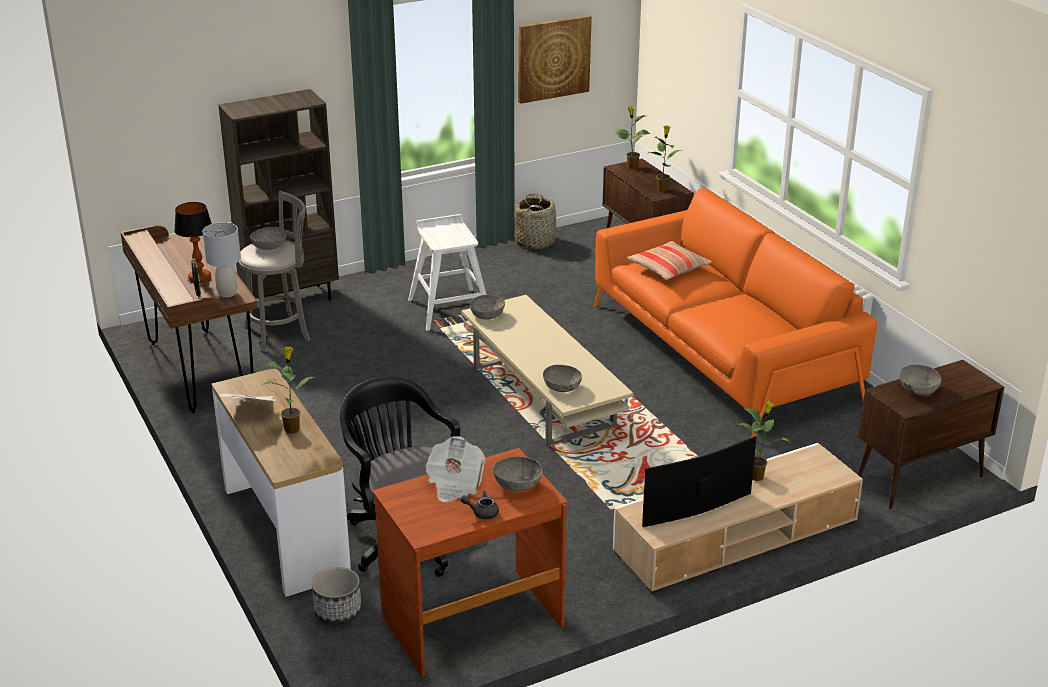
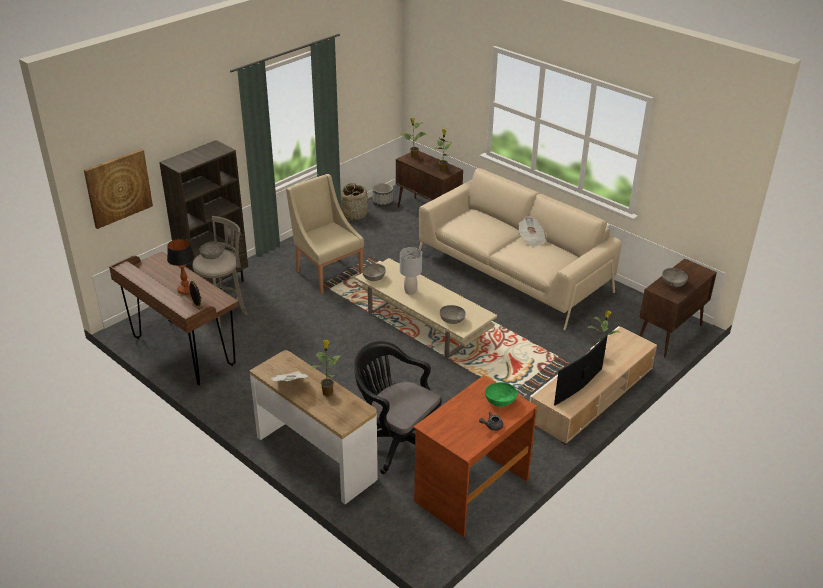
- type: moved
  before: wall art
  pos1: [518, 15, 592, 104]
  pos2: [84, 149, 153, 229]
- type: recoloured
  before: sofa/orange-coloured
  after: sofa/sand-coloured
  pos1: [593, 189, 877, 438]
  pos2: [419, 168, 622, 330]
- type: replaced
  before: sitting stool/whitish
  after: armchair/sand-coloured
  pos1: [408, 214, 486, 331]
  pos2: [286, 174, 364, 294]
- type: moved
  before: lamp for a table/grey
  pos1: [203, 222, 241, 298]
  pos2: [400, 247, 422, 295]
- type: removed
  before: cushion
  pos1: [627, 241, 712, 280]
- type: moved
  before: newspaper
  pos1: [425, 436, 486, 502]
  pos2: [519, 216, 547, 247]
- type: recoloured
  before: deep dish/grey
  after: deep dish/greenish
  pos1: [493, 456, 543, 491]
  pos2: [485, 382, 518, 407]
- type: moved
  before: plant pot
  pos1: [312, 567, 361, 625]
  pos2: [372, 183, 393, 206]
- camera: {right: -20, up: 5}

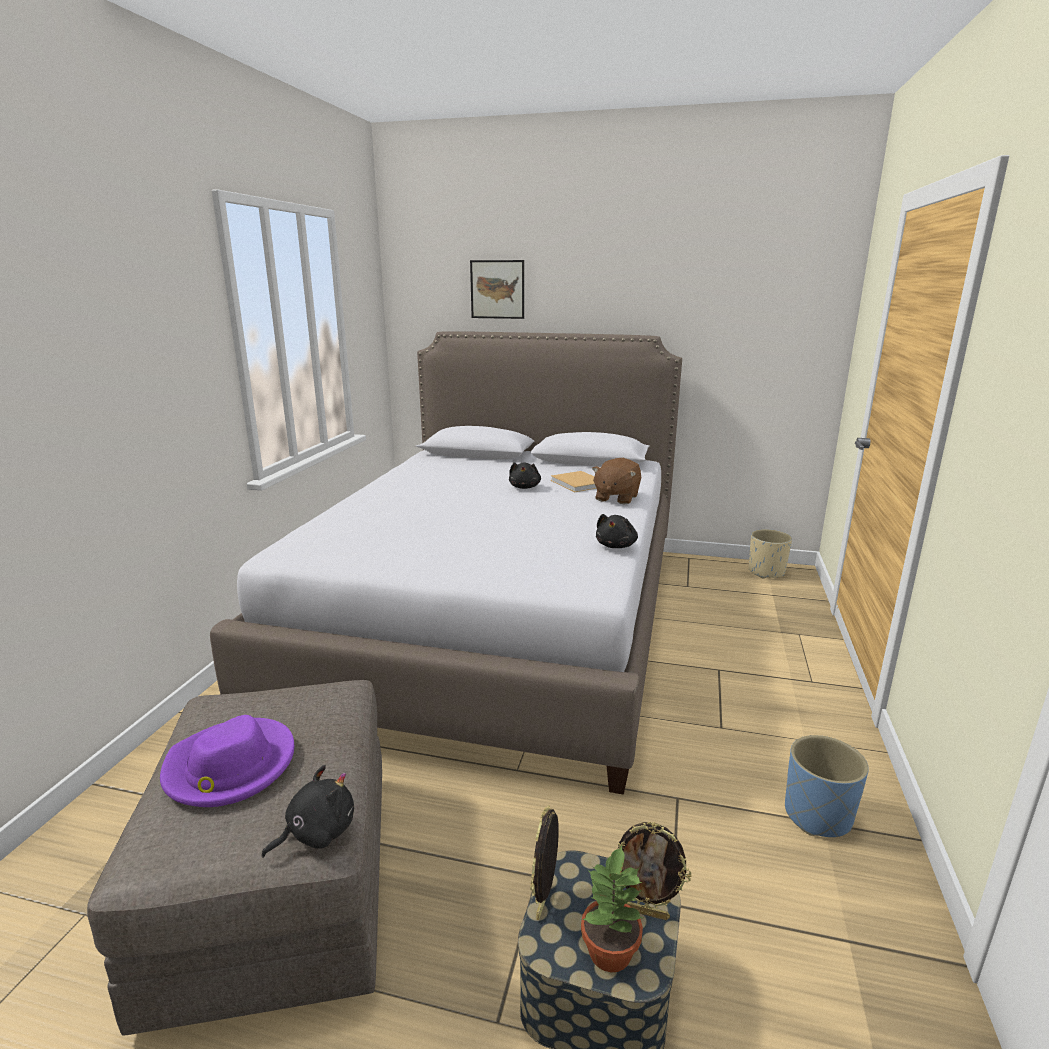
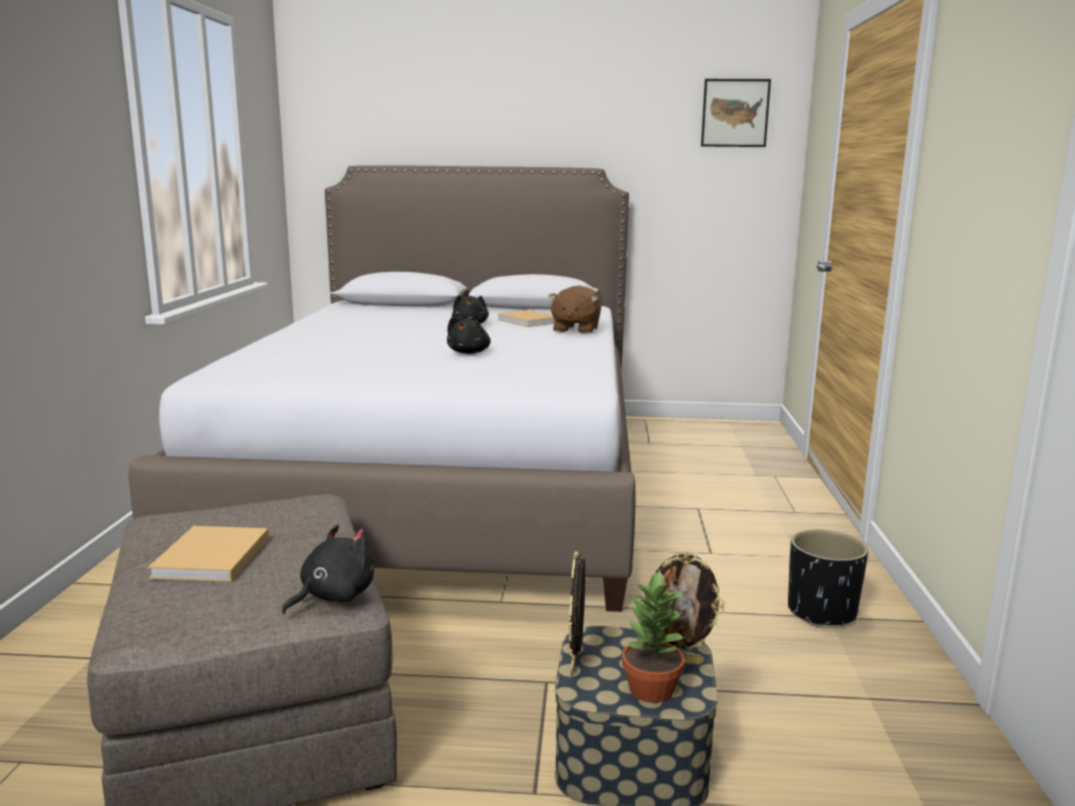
- type: moved
  before: wall art
  pos1: [470, 260, 524, 319]
  pos2: [701, 79, 771, 147]
- type: moved
  before: soft toy/black
  pos1: [596, 514, 638, 548]
  pos2: [447, 317, 491, 354]
- type: removed
  before: plant pot/sand-coloured
  pos1: [749, 529, 792, 579]
- type: replaced
  before: clothing hat/purple-coloured
  after: book/sand-coloured
  pos1: [160, 715, 294, 807]
  pos2: [148, 526, 269, 582]
- type: recoloured
  before: plant pot/blue
  after: plant pot/black
  pos1: [785, 735, 869, 837]
  pos2: [788, 529, 868, 627]
- camera: {right: -10, up: -5}

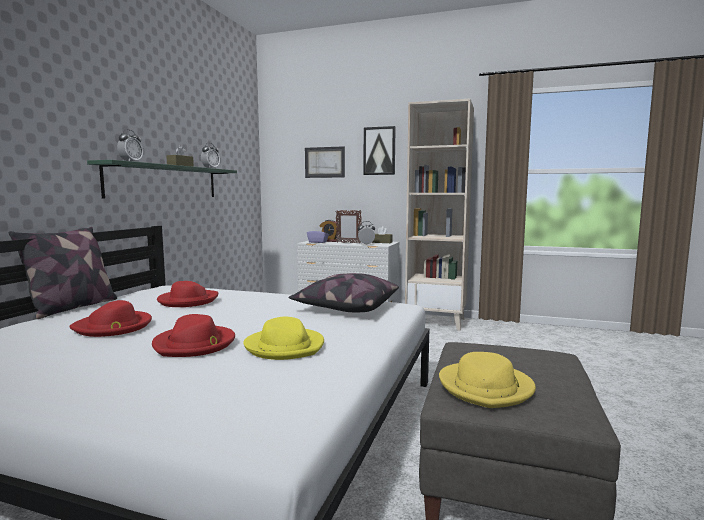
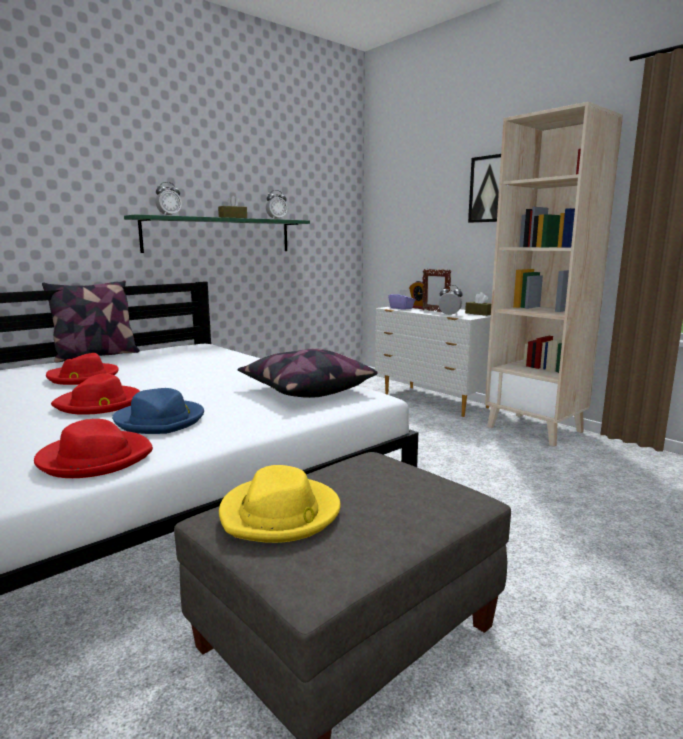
- type: removed
  before: wall art
  pos1: [305, 146, 345, 178]
- type: moved
  before: clothing hat/red
  pos1: [157, 281, 218, 307]
  pos2: [34, 419, 153, 478]
- type: recoloured
  before: clothing hat/yellow-coloured
  after: clothing hat/blue
  pos1: [243, 317, 324, 360]
  pos2: [112, 388, 204, 434]
- camera: {right: 30, up: 5}

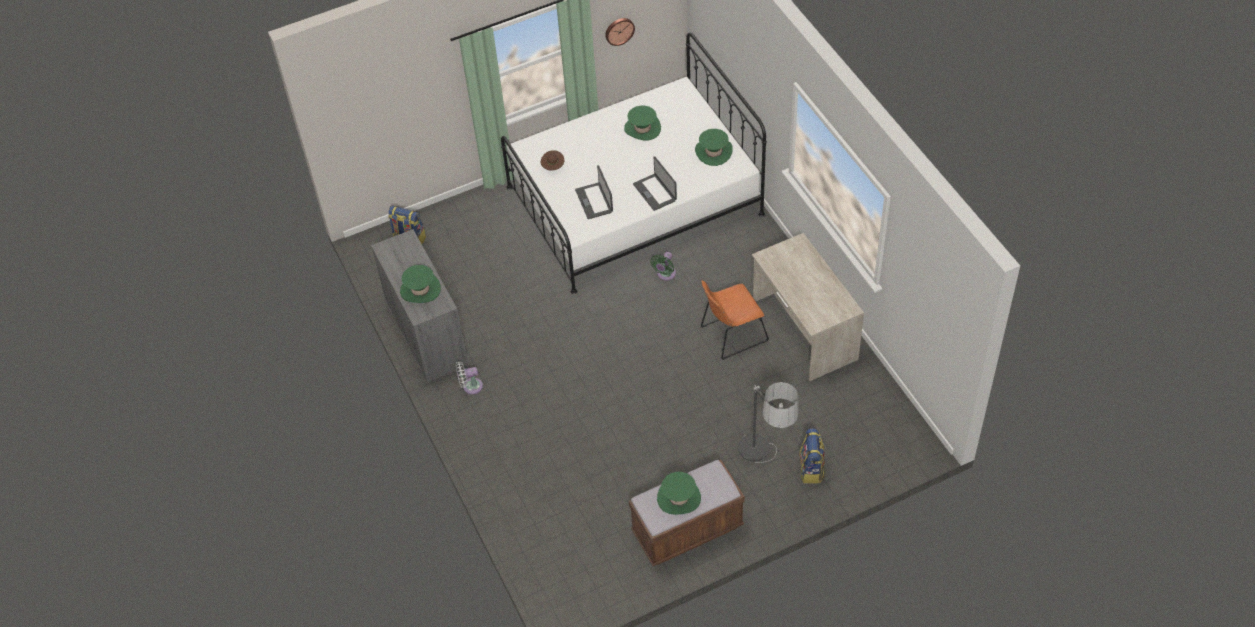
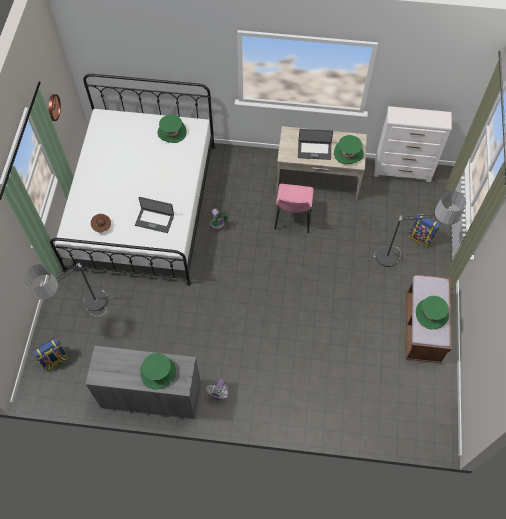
- type: moved
  before: clothing hat/greenish
  pos1: [624, 105, 661, 141]
  pos2: [334, 135, 364, 164]
- type: moved
  before: portable computer
  pos1: [633, 156, 677, 211]
  pos2: [298, 129, 333, 160]
- type: recoloured
  before: chair/orange-coloured
  after: chair/pinkish
  pos1: [701, 281, 769, 360]
  pos2: [274, 184, 314, 234]
- type: added
  after: drawer chest/whitish
  pos2: [374, 106, 452, 182]
- type: added
  after: floor lamp
  pos2: [24, 263, 107, 316]
- camera: {right: -60, up: 10}

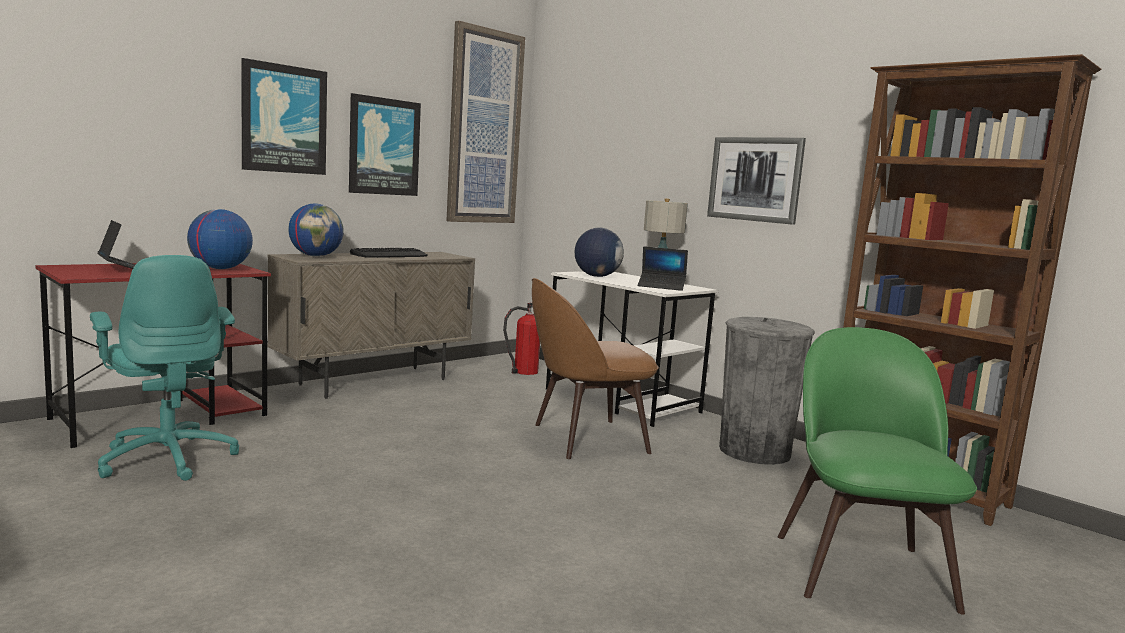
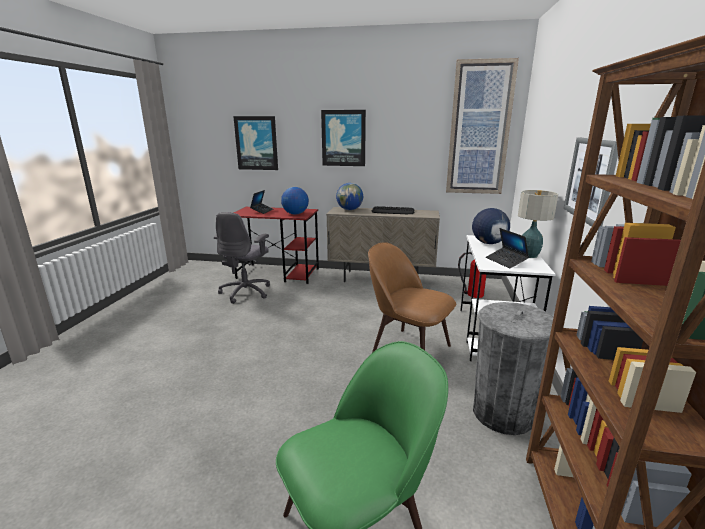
- type: moved
  before: wall art
  pos1: [349, 93, 421, 196]
  pos2: [233, 116, 278, 170]
- type: recoloured
  before: desk chair/blue-green
  after: desk chair/grey
  pos1: [90, 255, 239, 481]
  pos2: [214, 212, 270, 304]
- camera: {right: 55, up: 10}

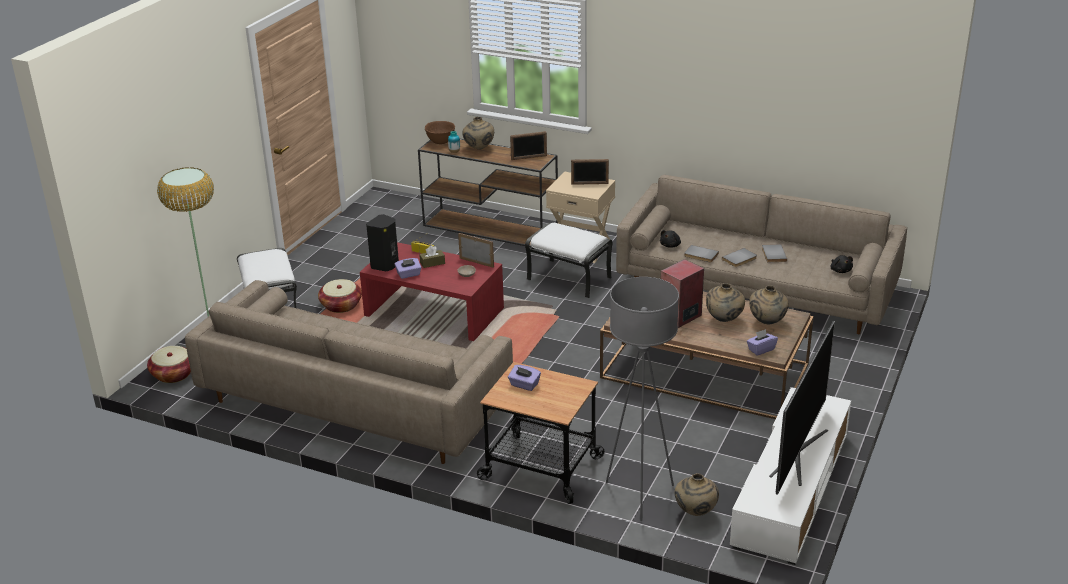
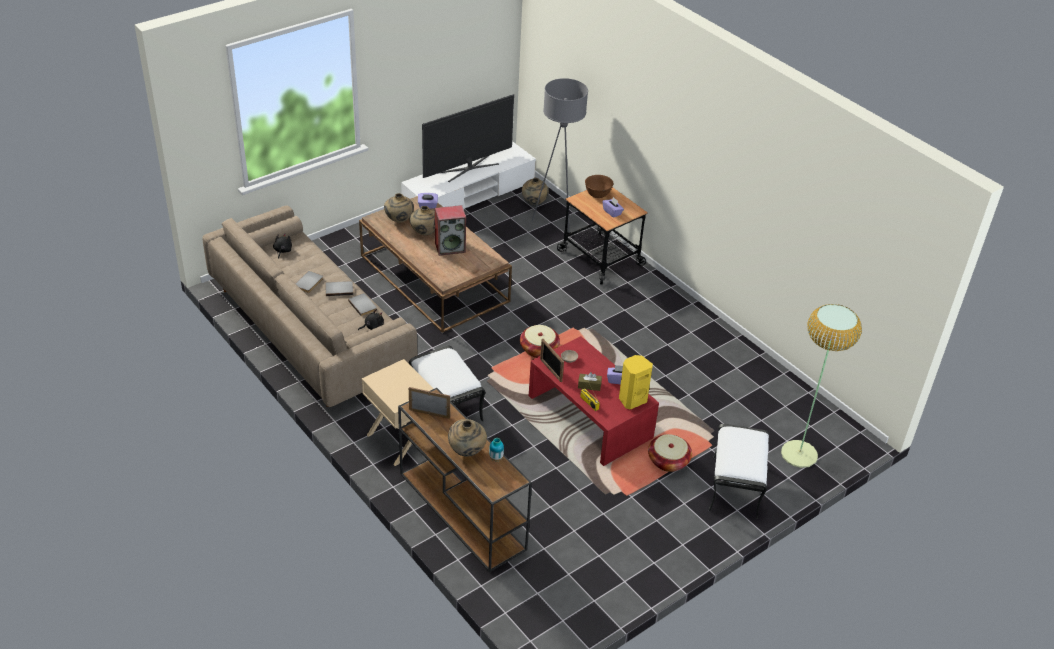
- type: moved
  before: deep dish/brown
  pos1: [425, 121, 455, 144]
  pos2: [585, 175, 614, 198]
- type: removed
  before: standing frame
  pos1: [571, 159, 609, 185]
- type: recoloured
  before: loudspeaker/black
  after: loudspeaker/yellow-coloured
  pos1: [366, 214, 399, 271]
  pos2: [619, 355, 653, 410]
- type: removed
  before: sofa/sand-coloured
  pos1: [185, 280, 513, 464]
- type: moved
  before: basket
  pos1: [147, 346, 191, 383]
  pos2: [520, 325, 560, 358]
- camera: {right: -155, up: 10}

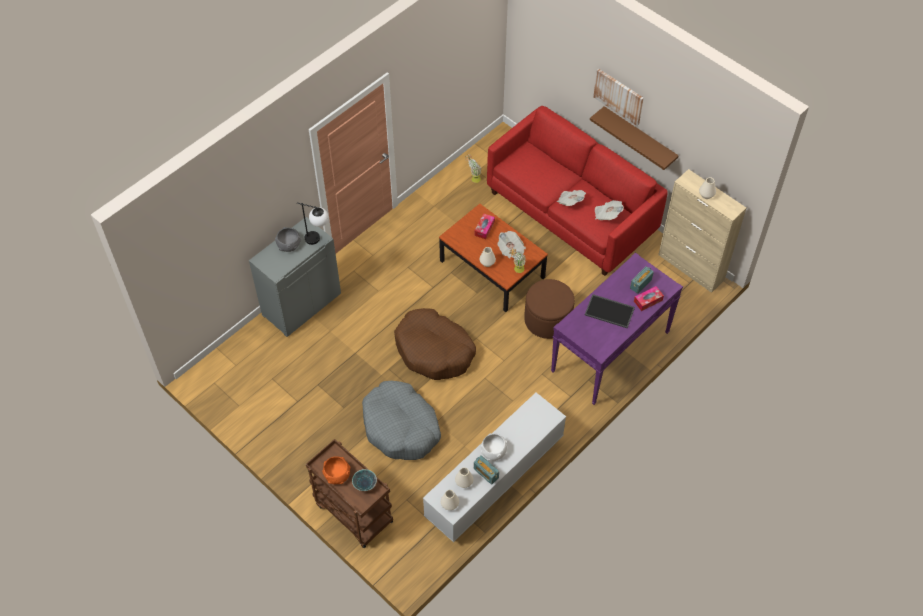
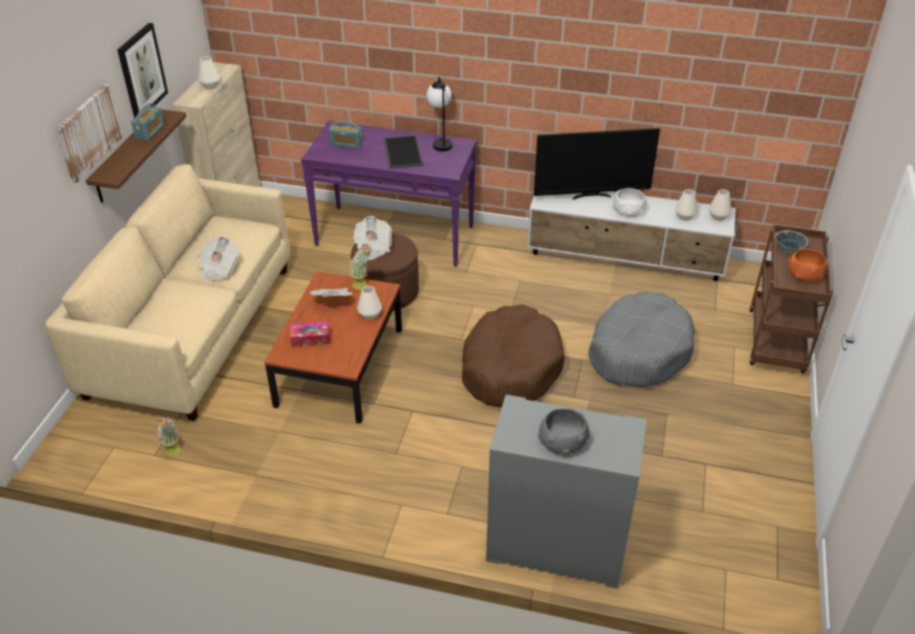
- type: recoloured
  before: sofa/red
  after: sofa/sand-coloured
  pos1: [487, 106, 668, 276]
  pos2: [46, 164, 290, 421]
- type: moved
  before: newspaper
  pos1: [595, 200, 624, 220]
  pos2: [353, 216, 392, 260]
- type: moved
  before: lamp for a table
  pos1: [297, 202, 329, 245]
  pos2: [427, 77, 452, 151]
- type: removed
  before: tissue box
  pos1: [634, 286, 664, 311]
- type: moved
  before: radio set
  pos1: [474, 455, 499, 485]
  pos2: [131, 103, 164, 141]
- type: added
  after: wall art
  pos2: [117, 23, 168, 118]
- type: added
  after: television
  pos2: [534, 128, 660, 200]
- camera: {right: -120, up: -15}

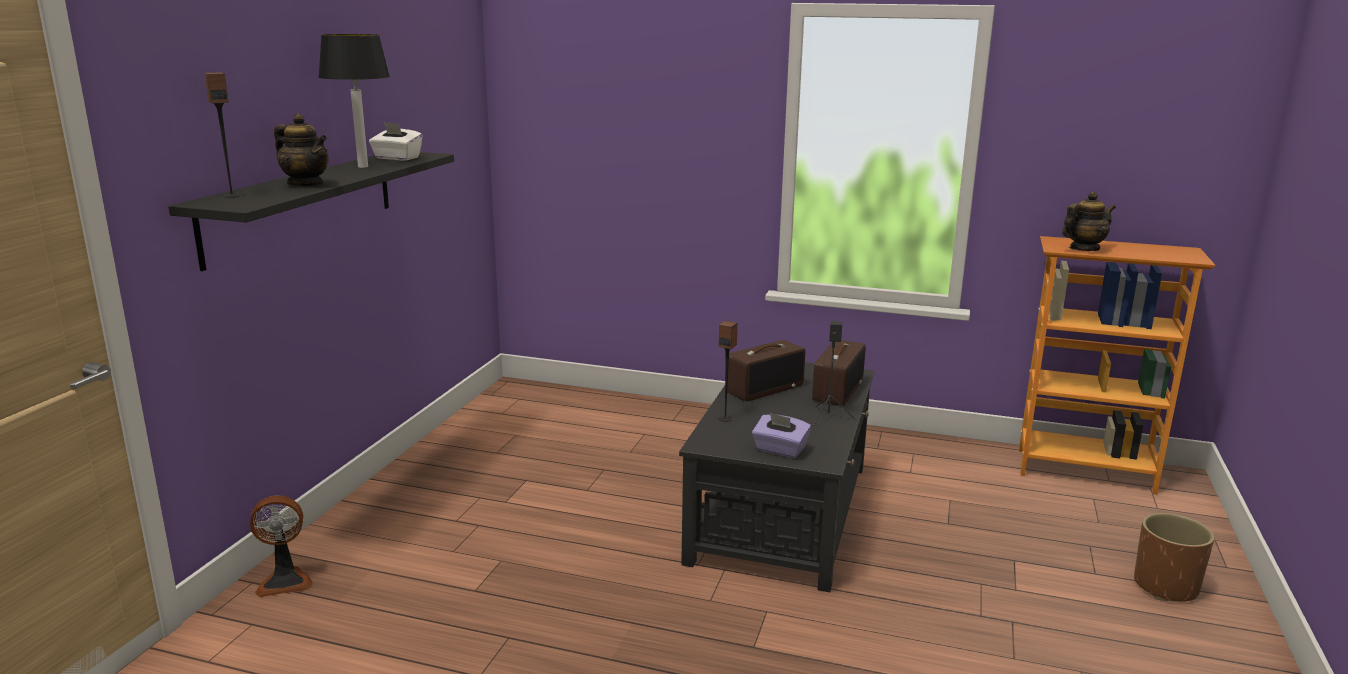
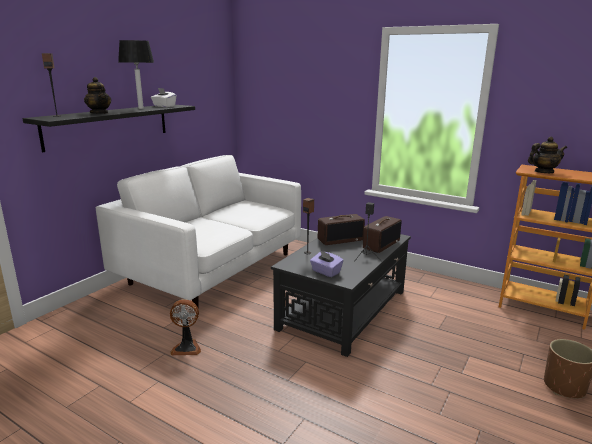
- type: moved
  before: fan
  pos1: [250, 495, 313, 597]
  pos2: [170, 299, 201, 355]
- type: added
  after: sofa/whitish
  pos2: [96, 155, 301, 307]
- camera: {right: 15, up: 0}

